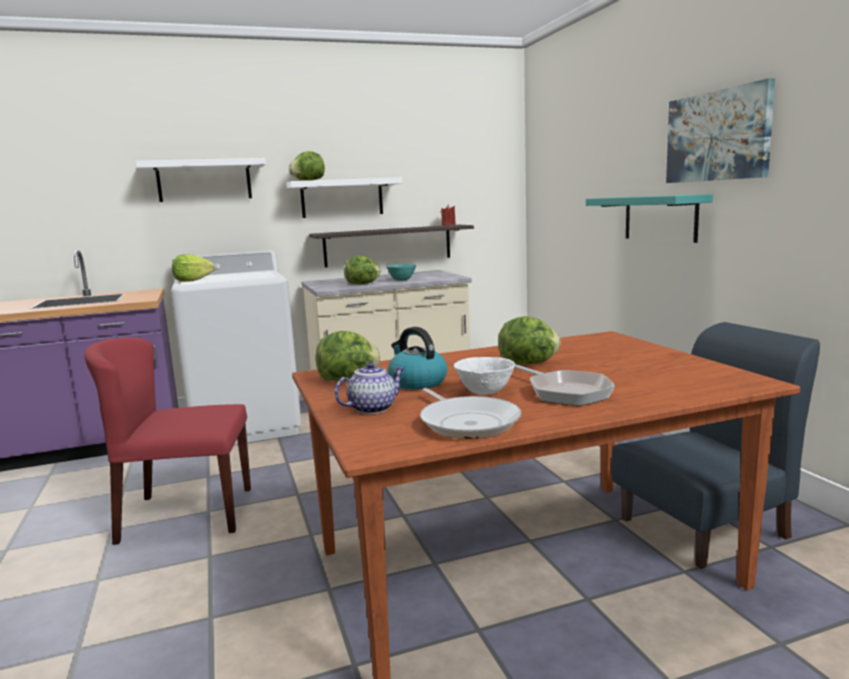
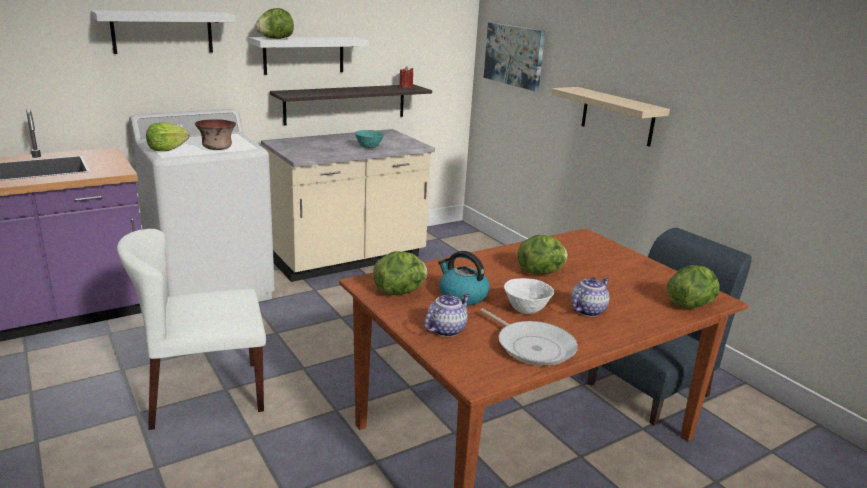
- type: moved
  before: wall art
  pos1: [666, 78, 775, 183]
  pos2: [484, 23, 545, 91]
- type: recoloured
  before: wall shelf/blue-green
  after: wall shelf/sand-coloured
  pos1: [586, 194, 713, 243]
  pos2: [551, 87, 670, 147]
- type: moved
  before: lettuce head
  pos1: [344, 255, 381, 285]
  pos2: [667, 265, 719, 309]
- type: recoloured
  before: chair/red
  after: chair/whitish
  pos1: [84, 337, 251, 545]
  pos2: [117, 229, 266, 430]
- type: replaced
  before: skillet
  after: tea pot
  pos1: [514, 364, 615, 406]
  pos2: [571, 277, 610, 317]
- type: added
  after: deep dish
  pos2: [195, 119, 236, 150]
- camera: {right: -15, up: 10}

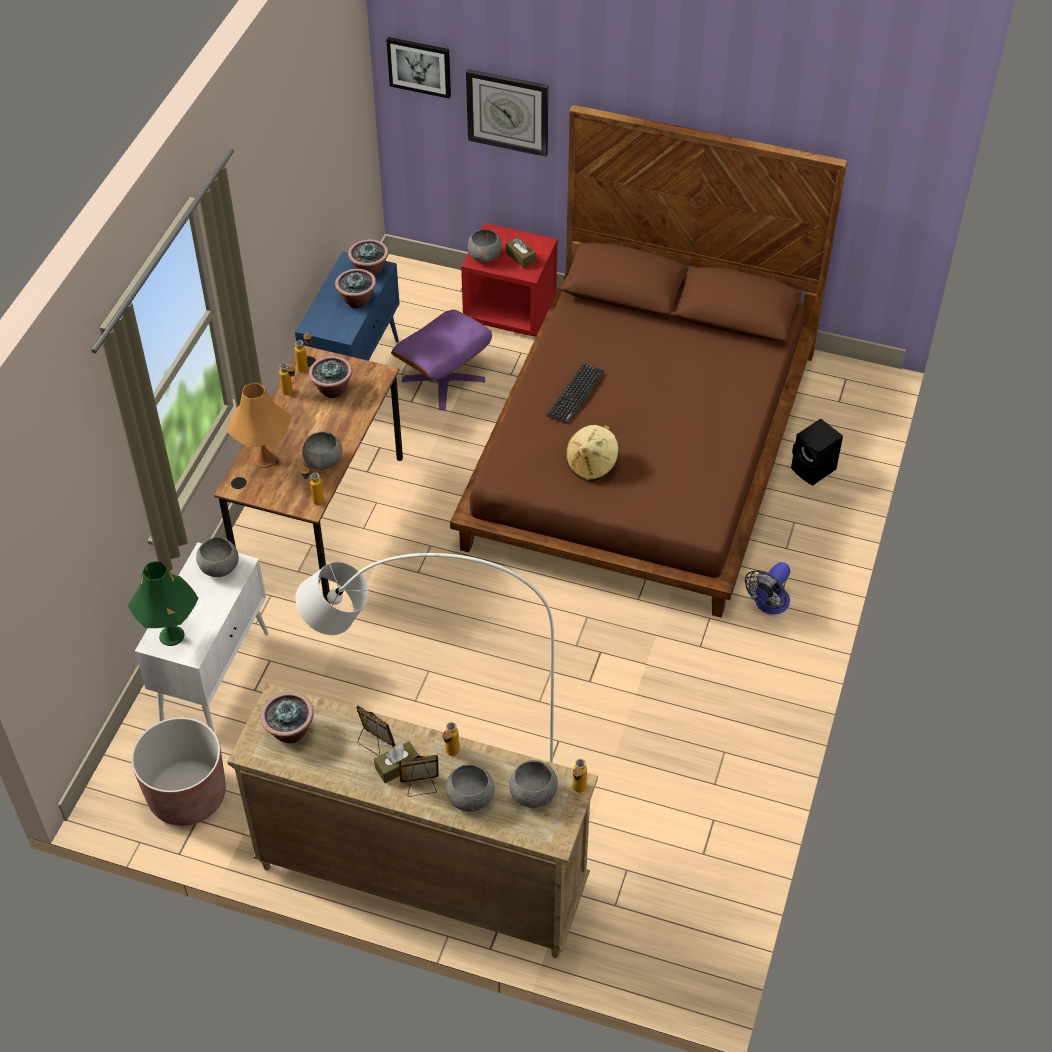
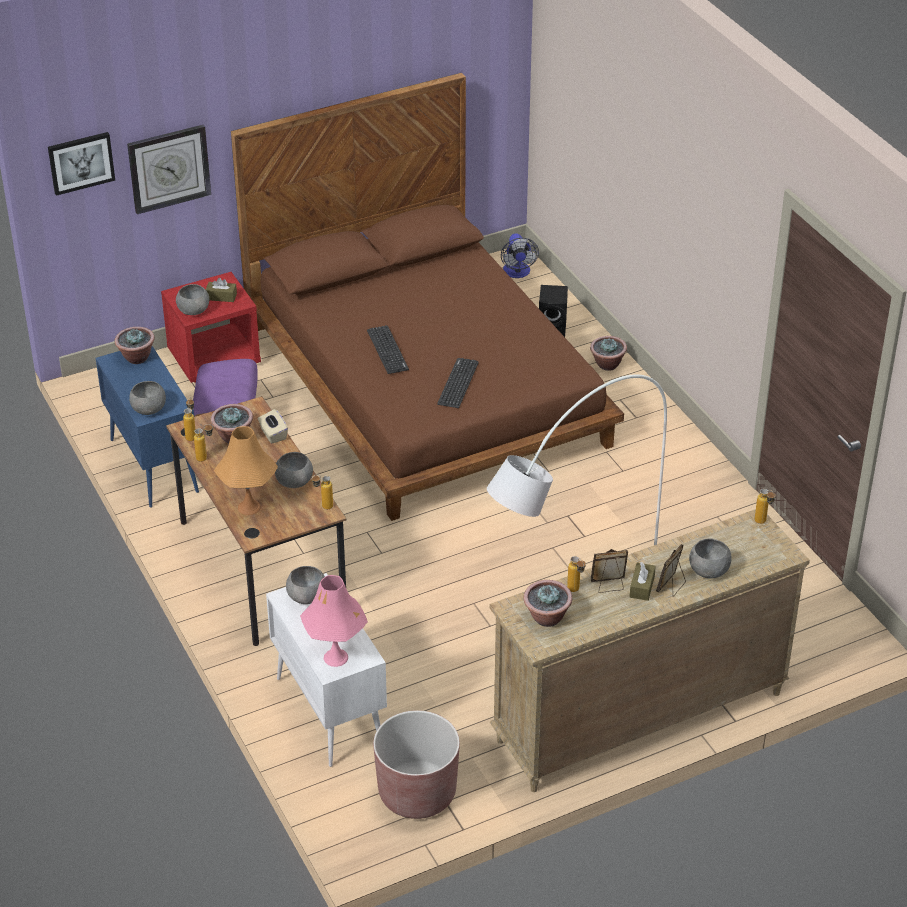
- type: moved
  before: plant in a pot
  pos1: [335, 269, 376, 308]
  pos2: [590, 336, 627, 371]
- type: replaced
  before: clothing hat/sand-coloured
  after: computer keyboard
  pos1: [566, 425, 619, 481]
  pos2: [437, 358, 479, 408]
- type: recoloured
  before: lamp for a table/greenish
  after: lamp for a table/pinkish
  pos1: [128, 561, 198, 646]
  pos2: [300, 575, 368, 667]
- type: moved
  before: fan
  pos1: [745, 562, 790, 615]
  pos2: [501, 233, 539, 278]
- type: moved
  before: bottle
  pos1: [442, 722, 459, 756]
  pos2: [567, 556, 586, 592]
- type: moved
  before: deep dish/grey
  pos1: [509, 760, 558, 808]
  pos2: [129, 381, 166, 415]
- type: added
  after: tissue box/sand-coloured
  pos2: [257, 409, 288, 444]
- camera: {right: -45, up: -10}

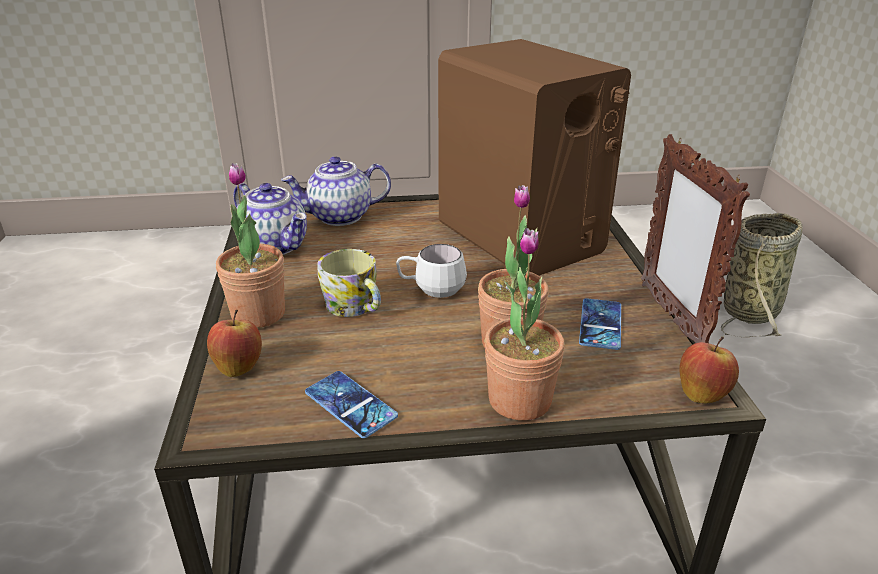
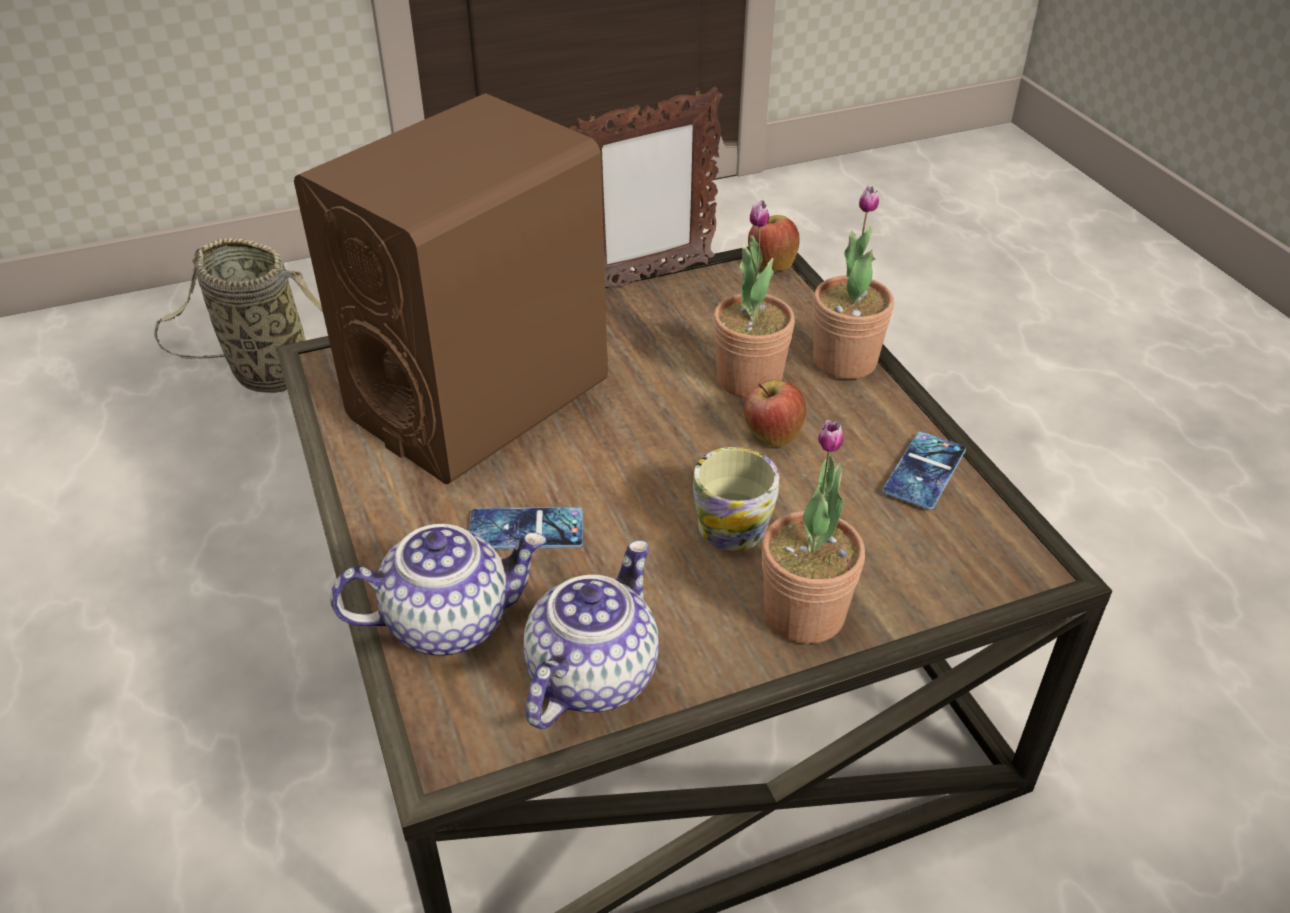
- type: turned
  before: tea pot
  pos1: [281, 156, 391, 226]
  pos2: [330, 524, 546, 656]
  turn: -75
- type: removed
  before: tea mug/whitish
  pos1: [396, 244, 467, 298]
- type: moved
  before: handset
  pos1: [579, 298, 621, 350]
  pos2: [469, 507, 583, 549]
- type: moved
  before: apple
  pos1: [207, 310, 262, 377]
  pos2: [743, 380, 806, 447]
- camera: {right: -105, up: 10}

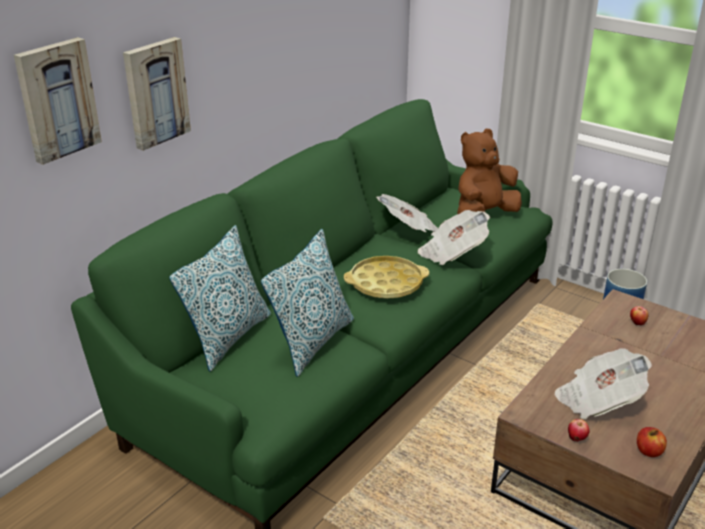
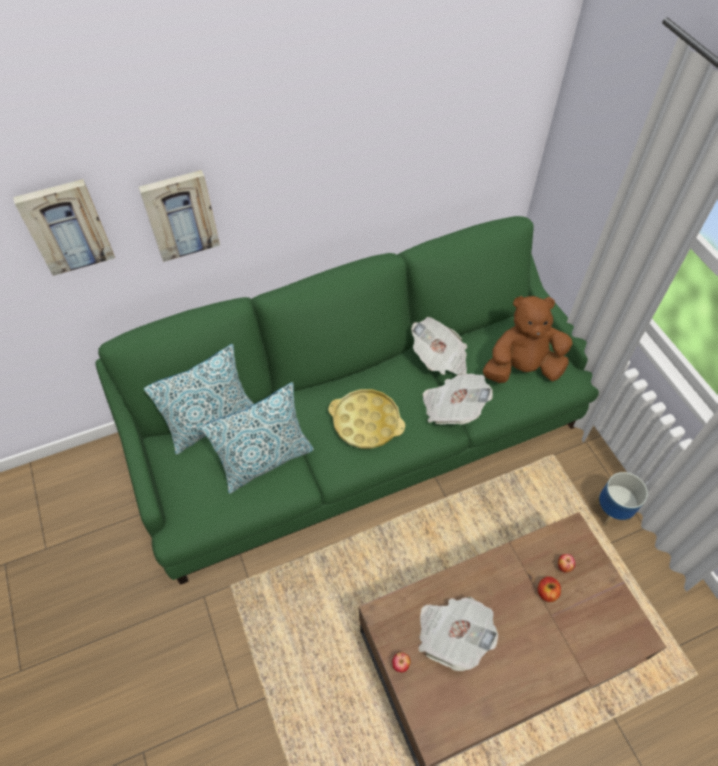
- type: moved
  before: apple
  pos1: [637, 427, 667, 457]
  pos2: [538, 576, 561, 602]
- camera: {right: 30, up: 25}

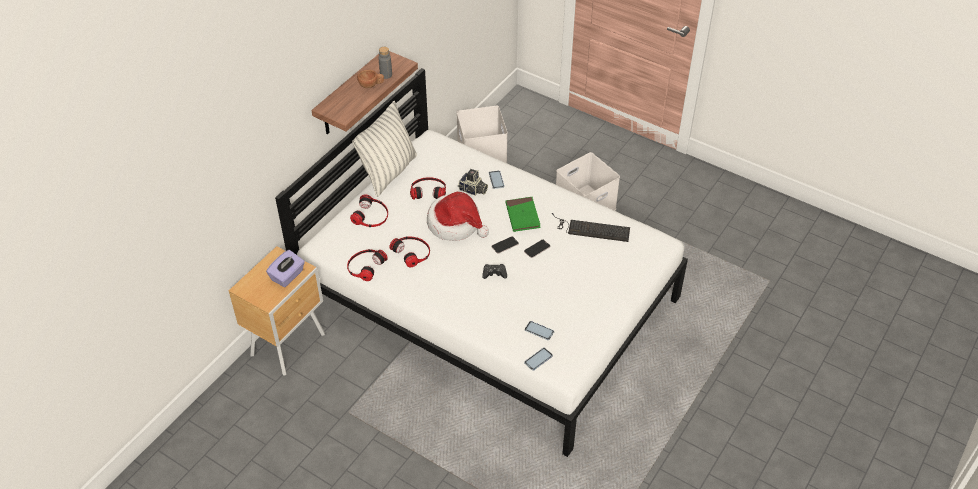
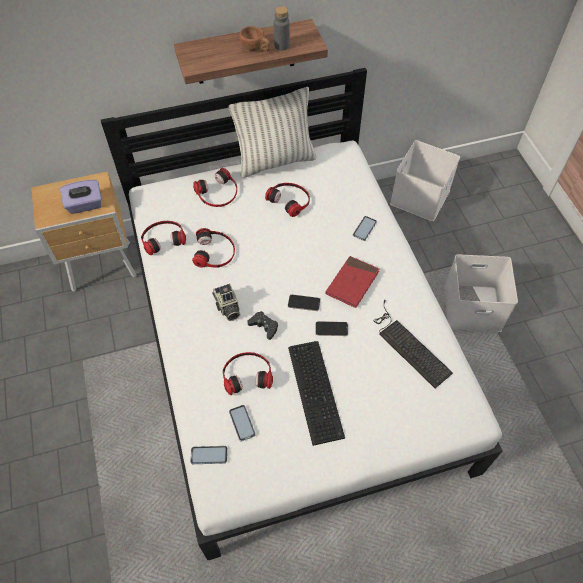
- type: moved
  before: still camera
  pos1: [458, 169, 488, 196]
  pos2: [212, 283, 240, 321]
- type: removed
  before: clothing hat
  pos1: [427, 192, 489, 241]
- type: recoloured
  before: book/greenish
  after: book/red
  pos1: [506, 197, 540, 232]
  pos2: [325, 256, 379, 308]
- type: added
  after: computer keyboard
  pos2: [288, 341, 345, 446]
- type: added
  after: headset
  pos2: [223, 352, 273, 395]
- camera: {right: 40, up: 10}

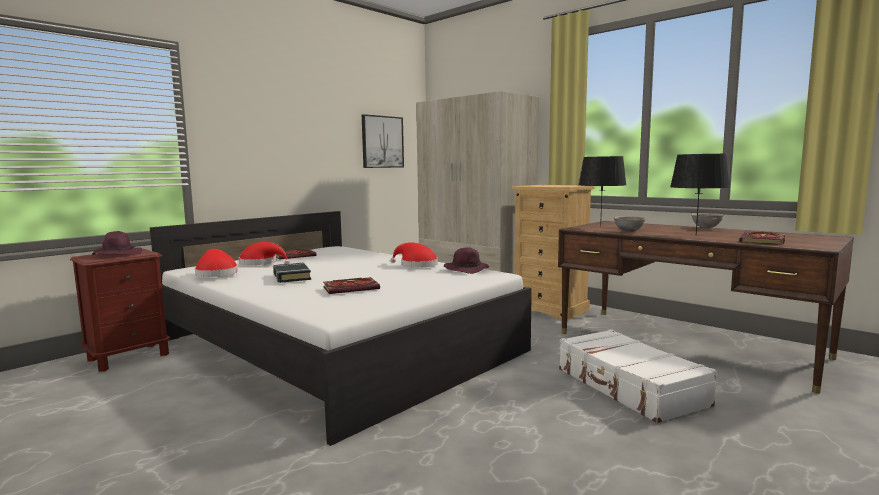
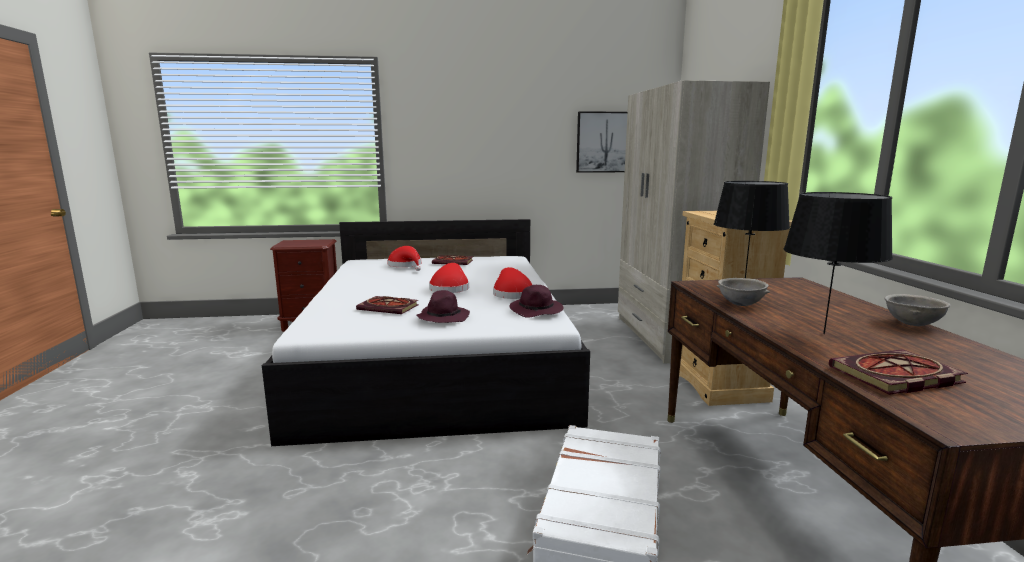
- type: moved
  before: clothing hat/purple-coloured
  pos1: [92, 231, 142, 255]
  pos2: [416, 290, 470, 323]
- type: moved
  before: clothing hat/red
  pos1: [195, 249, 238, 277]
  pos2: [429, 263, 469, 293]
- type: removed
  before: book/black
  pos1: [273, 263, 311, 283]
- camera: {right: 40, up: 5}

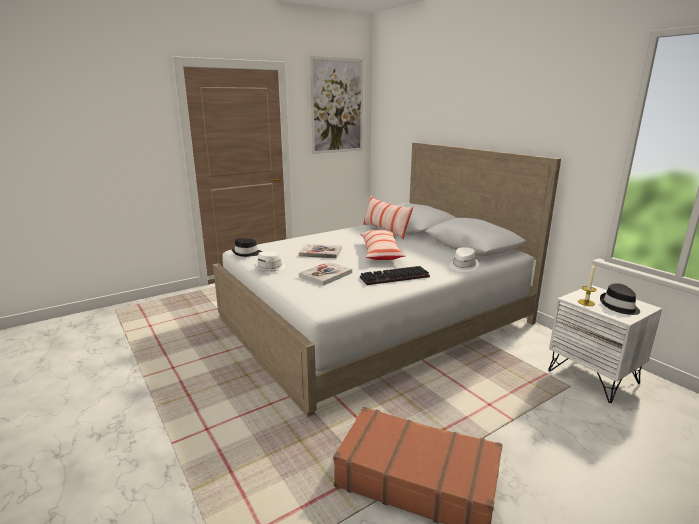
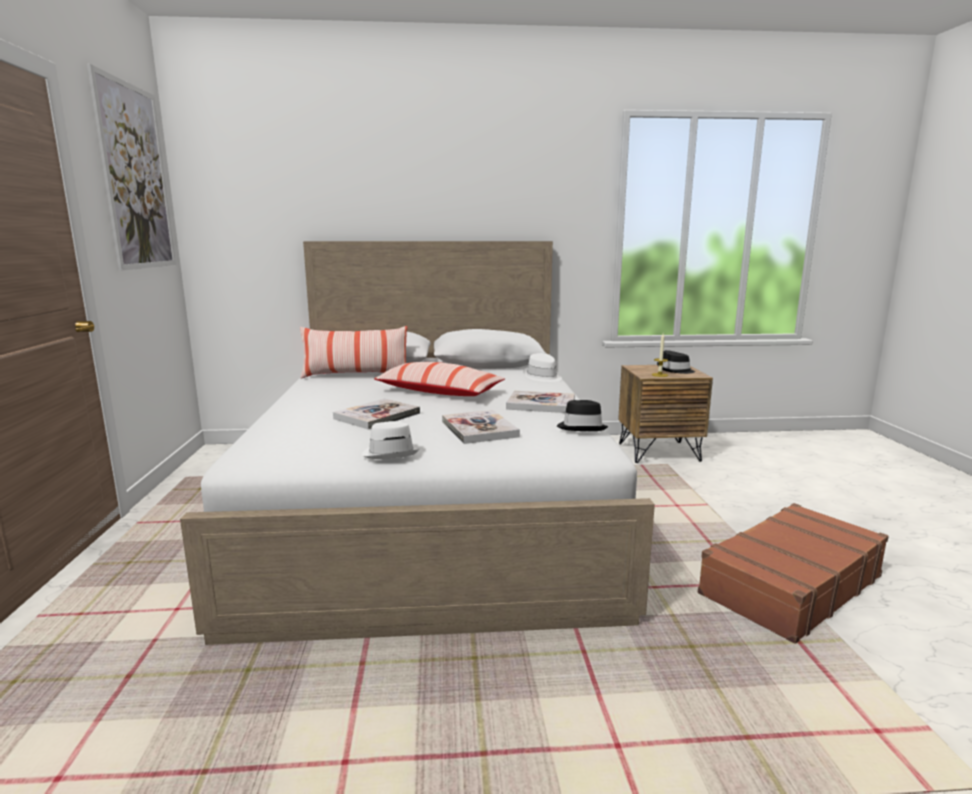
- type: moved
  before: clothing hat/black
  pos1: [231, 238, 262, 257]
  pos2: [557, 400, 608, 431]
- type: replaced
  before: computer keyboard
  after: book
  pos1: [360, 266, 430, 285]
  pos2: [506, 391, 575, 413]
- type: recoloured
  before: night table/whitish
  after: night table/brown
  pos1: [548, 285, 662, 403]
  pos2: [618, 365, 713, 463]
- camera: {right: -60, up: -5}

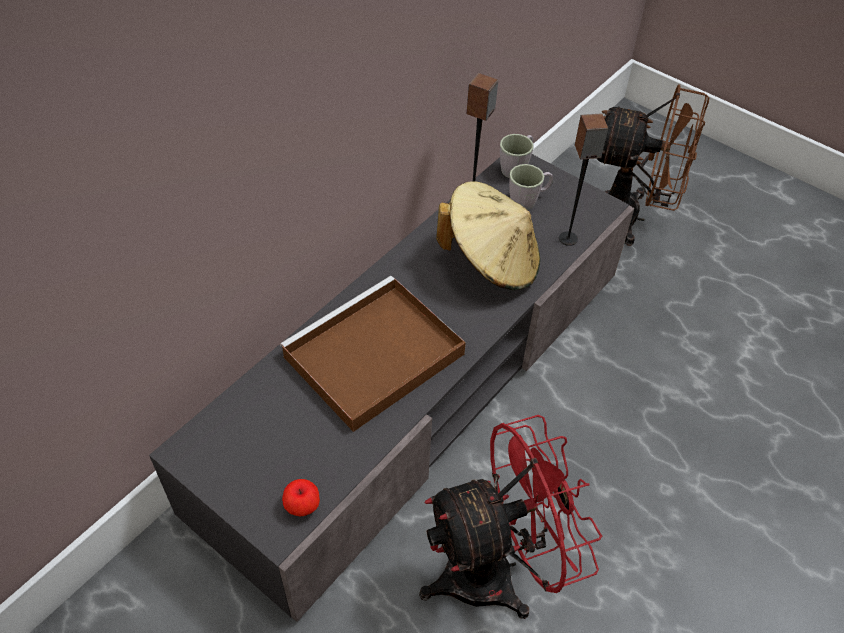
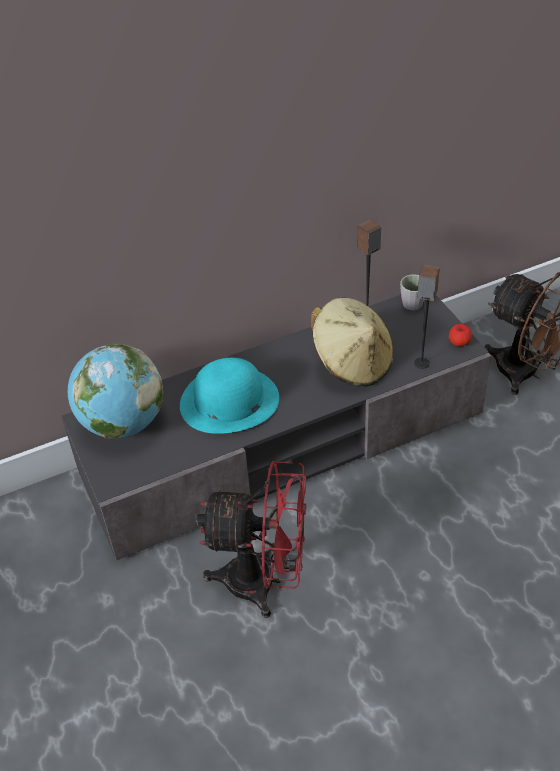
- type: removed
  before: tea mug/grey
  pos1: [509, 164, 553, 210]
- type: replaced
  before: tray/brown
  after: clothing hat/blue-green
  pos1: [280, 276, 466, 432]
  pos2: [180, 358, 279, 434]
- type: moved
  before: apple
  pos1: [282, 479, 320, 516]
  pos2: [449, 324, 472, 347]
- type: added
  after: globe
  pos2: [68, 344, 163, 439]
- camera: {right: 30, up: -5}

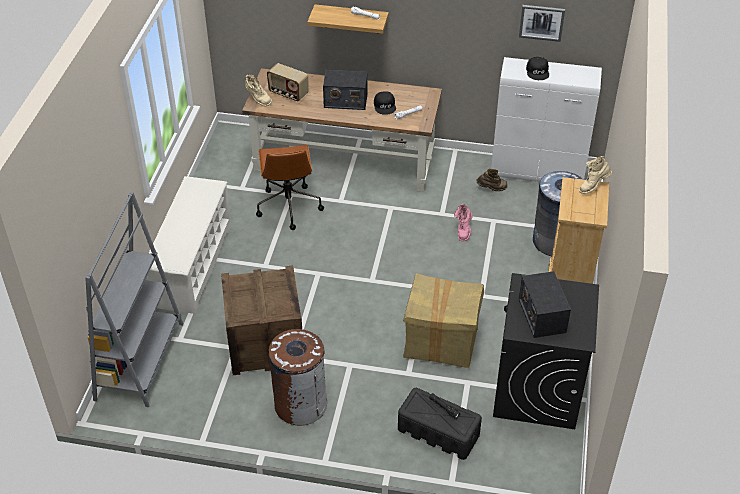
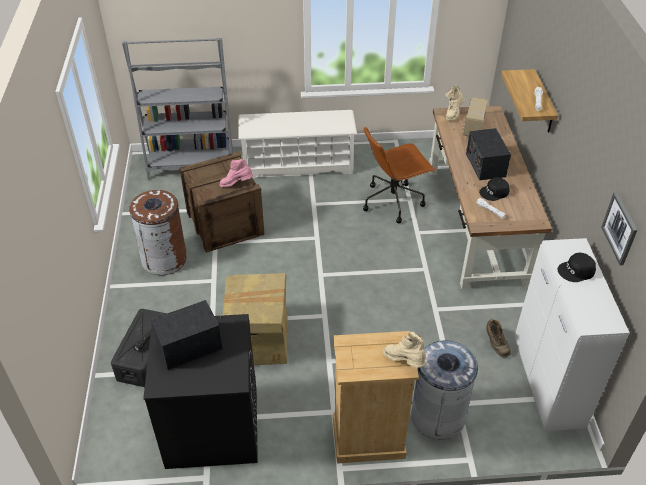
- type: moved
  before: boot/pinkish
  pos1: [454, 204, 473, 241]
  pos2: [220, 159, 253, 187]
- camera: {right: 75, up: 0}

